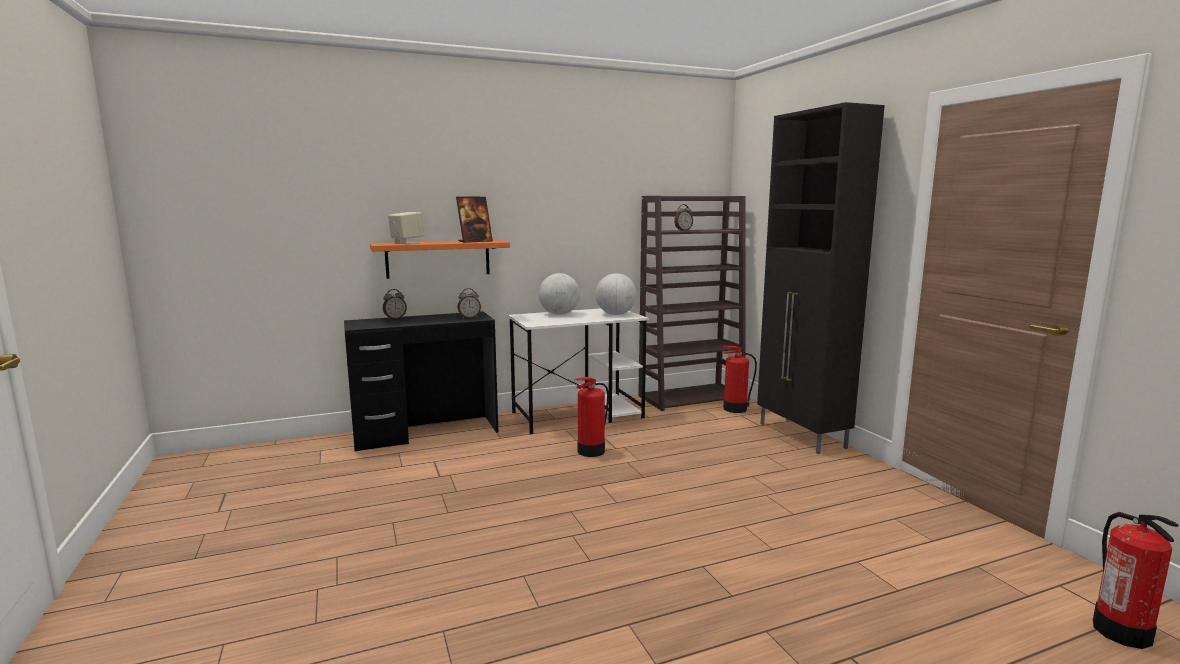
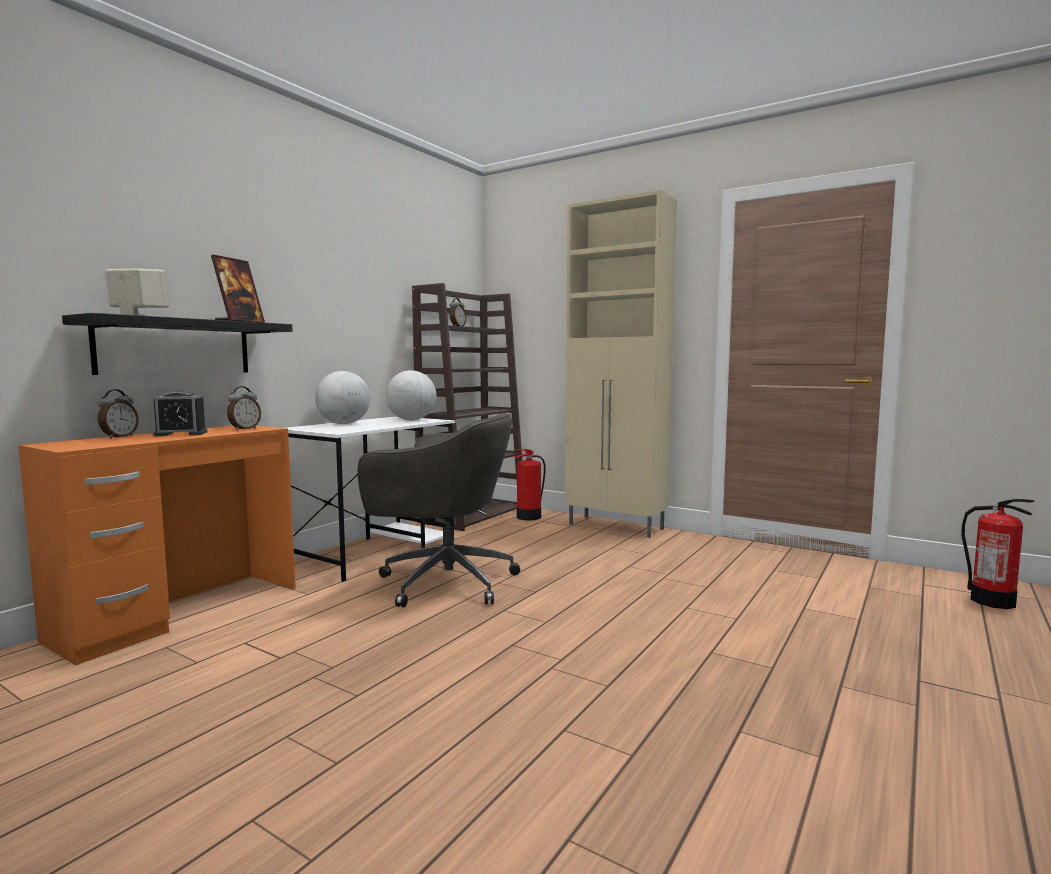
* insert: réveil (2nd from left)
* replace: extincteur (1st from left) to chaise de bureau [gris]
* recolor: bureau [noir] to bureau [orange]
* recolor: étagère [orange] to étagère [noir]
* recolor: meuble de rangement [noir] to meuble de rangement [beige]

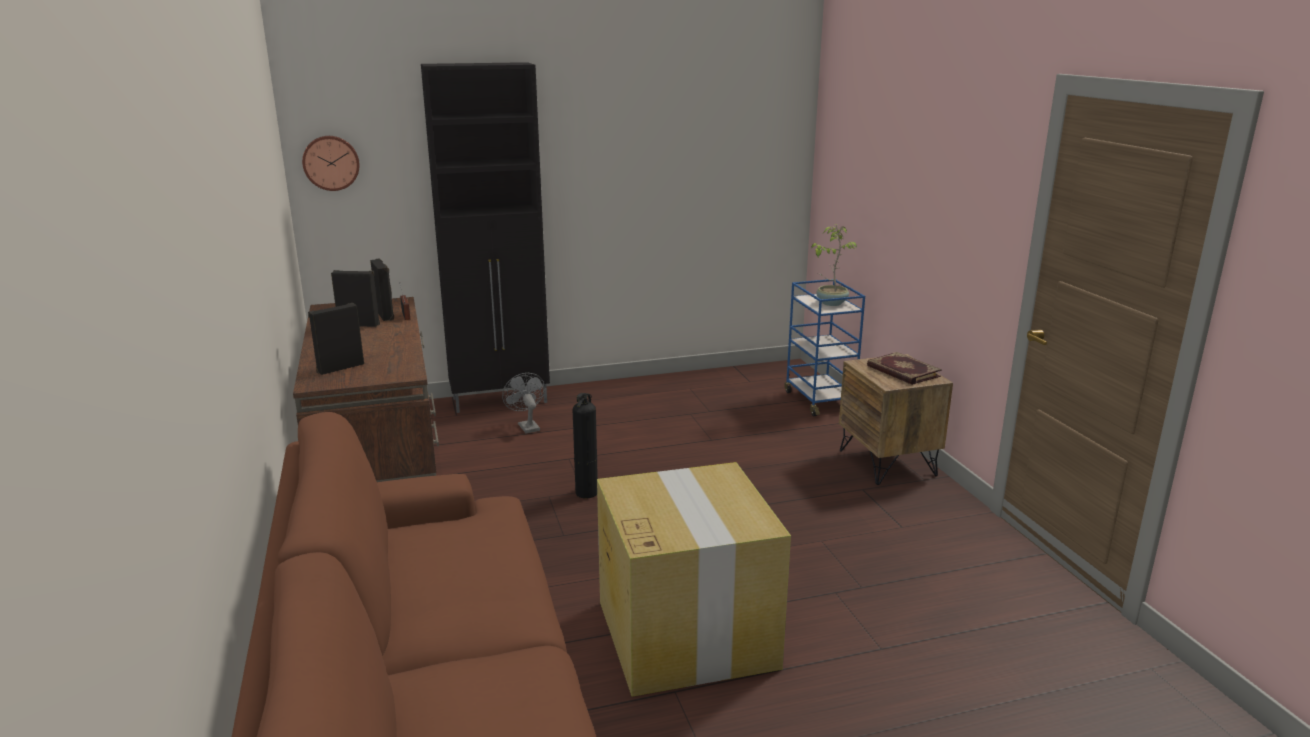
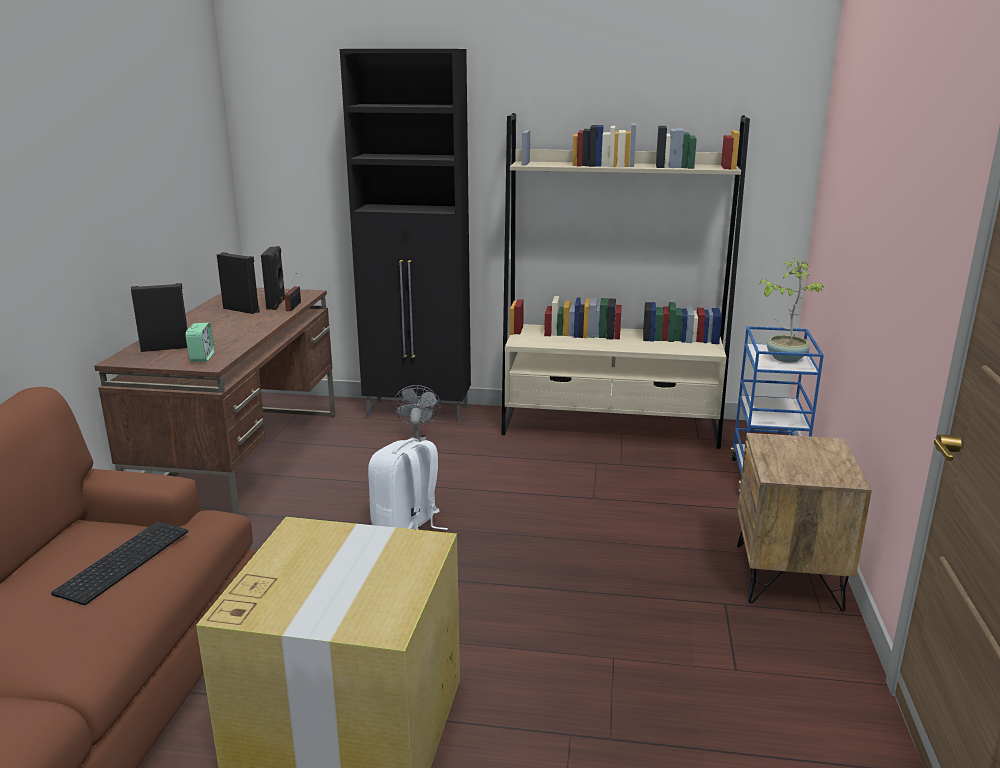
* delete: horloge murale
* delete: livre
* insert: clavier
* insert: réveil
* insert: bibliothèque [beige]
* replace: extincteur to sac à dos [blanc]

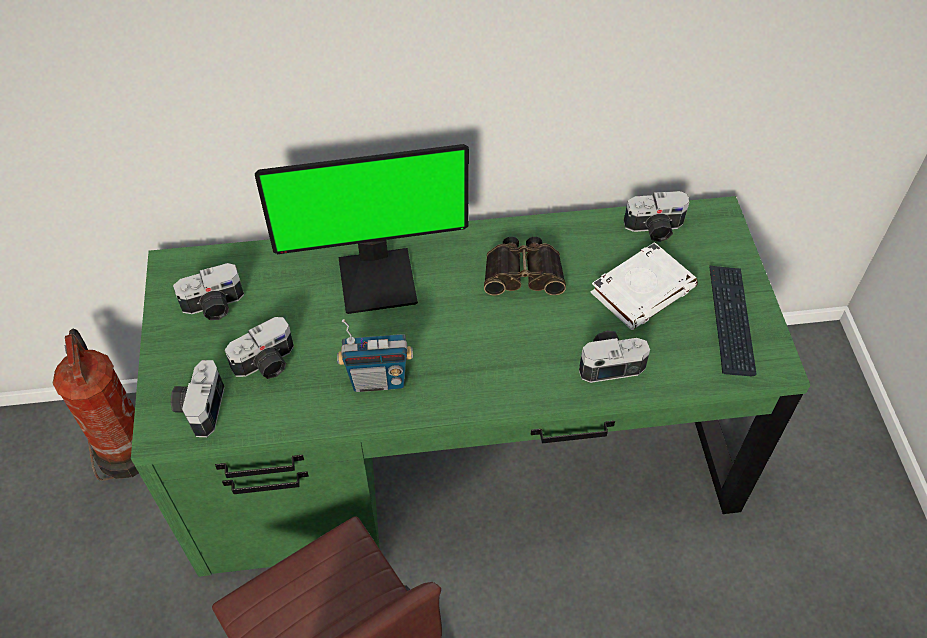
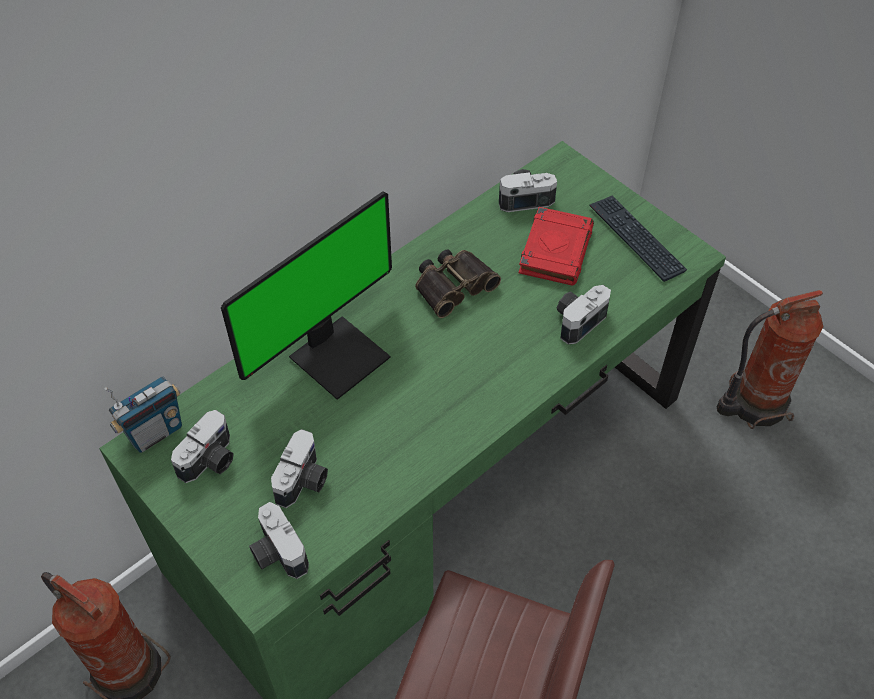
* insert: extincteur (2nd from left)
* move: radio
* recolor: livre [blanc] to livre [rouge]
* rotate: appareil photo (5th from left in the first image) 150 degrees counterclockwise

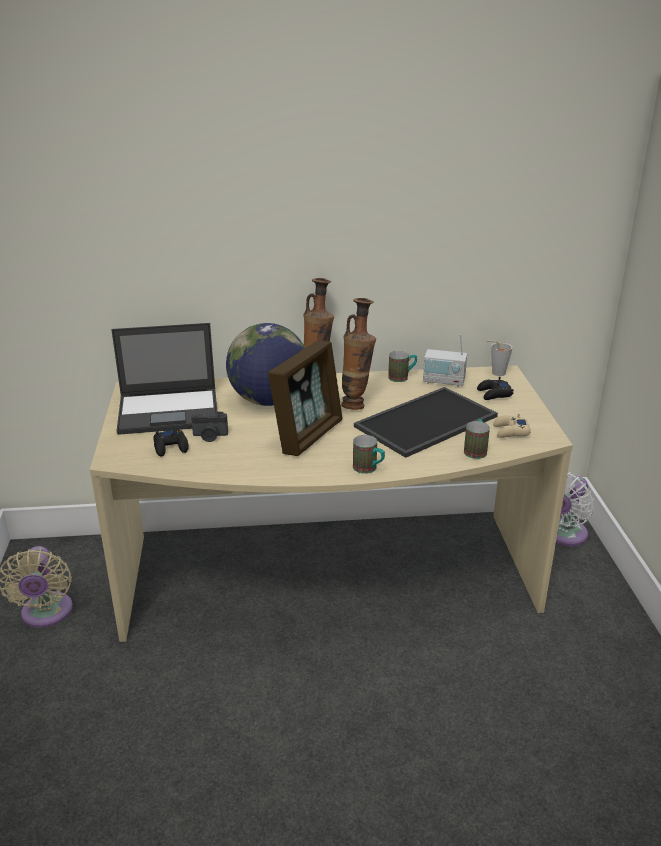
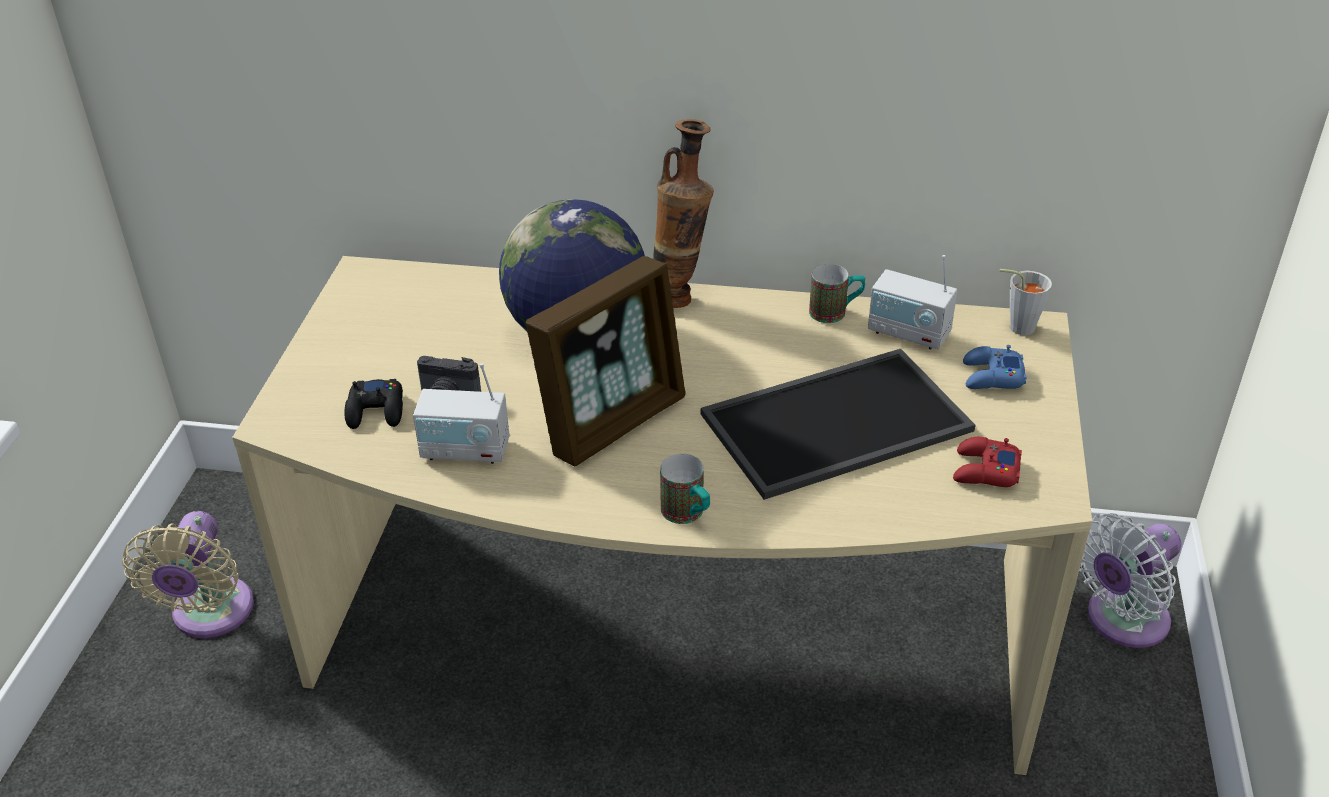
* delete: ordinateur portable
* delete: vase (2nd from left)
* delete: mug (3rd from left)
* insert: radio (1st from left)
* recolor: manette [noir] (2nd from left) to manette [bleu]
* recolor: manette [beige] to manette [rouge]

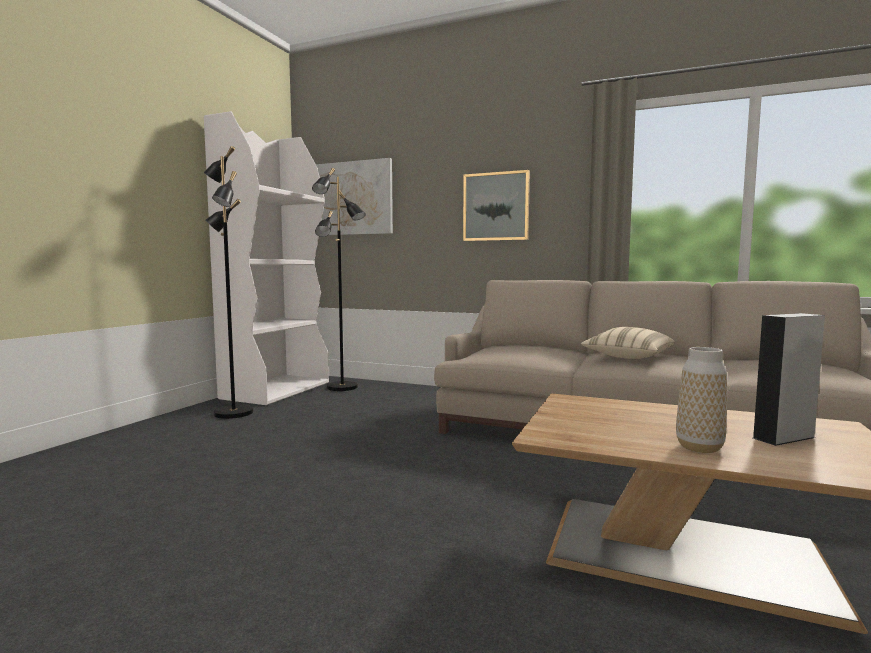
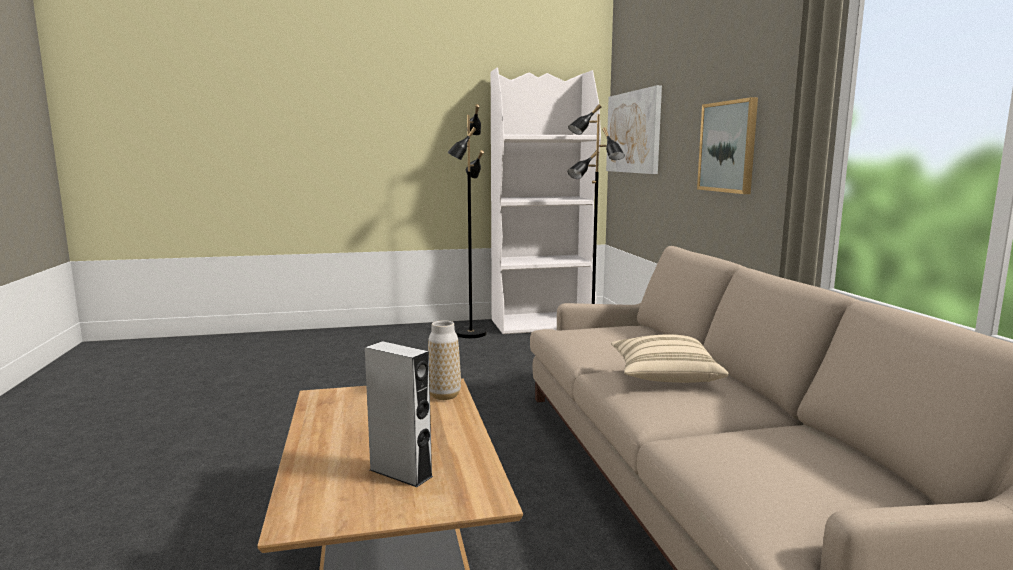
* move: vase

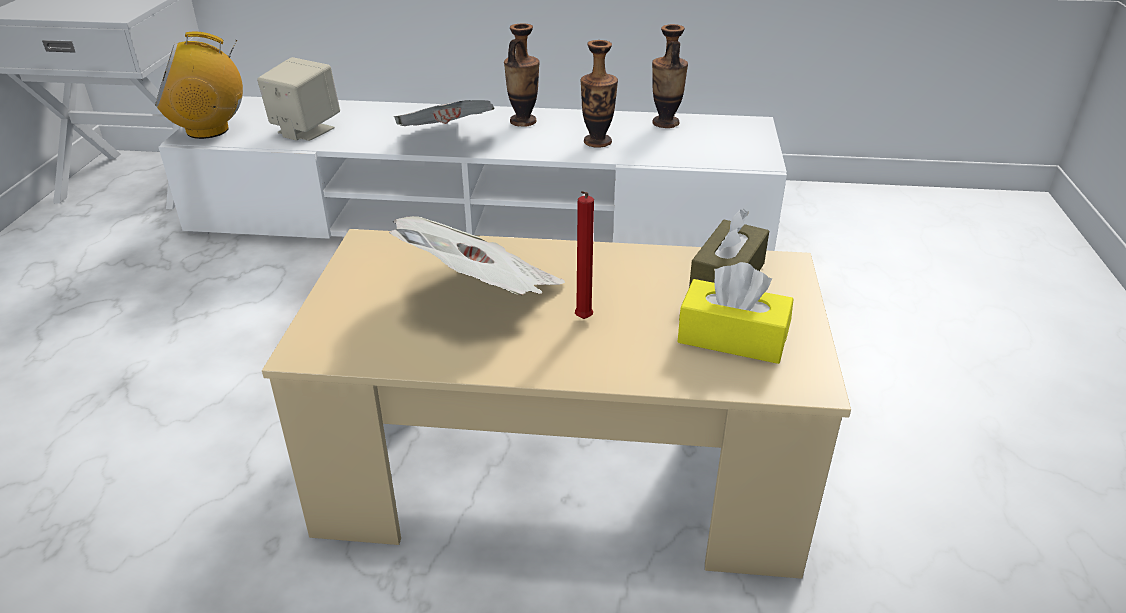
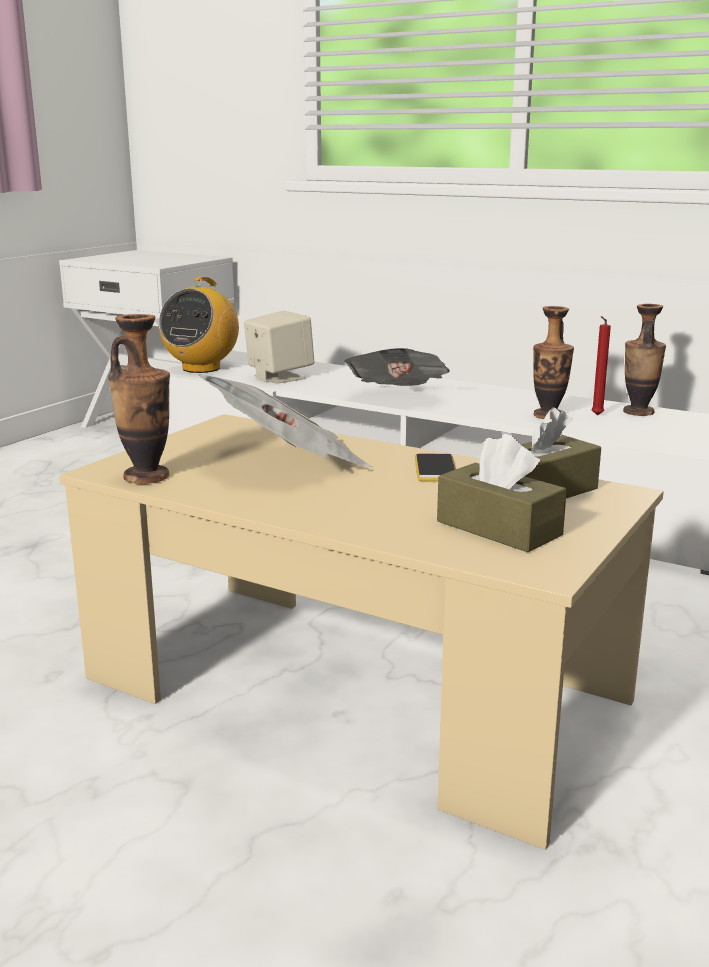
* insert: téléphone
* move: vase (1st from left)
* move: bougie [rouge]
* recolor: boîte à mouchoirs [jaune] to boîte à mouchoirs [marron] (1st from left)
* rotate: radio 75 degrees counterclockwise

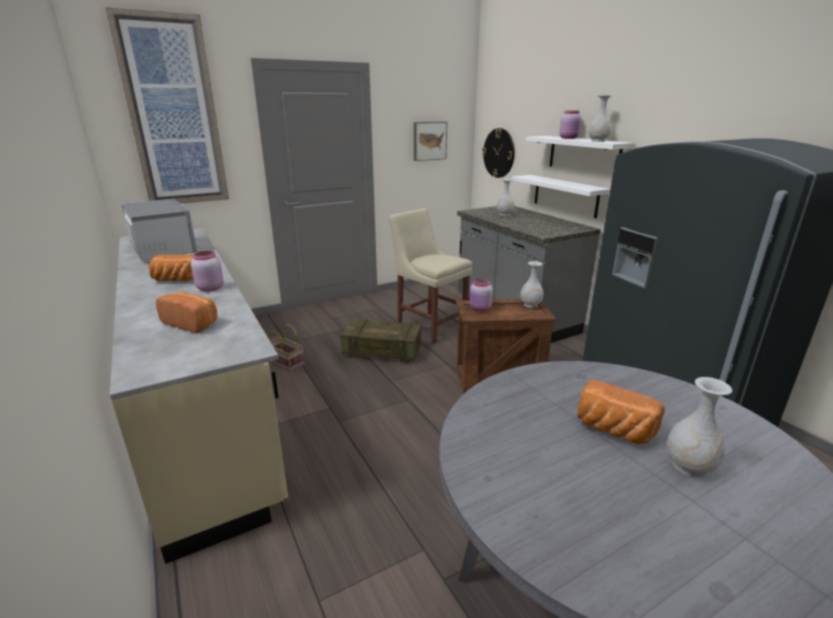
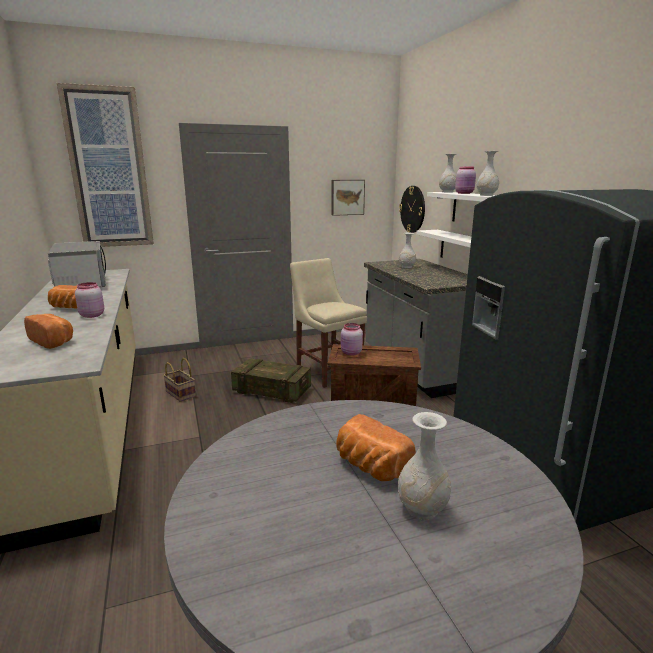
* move: vase [blanc] (2nd from left in the first image) to vase [blanc] (3rd from left)

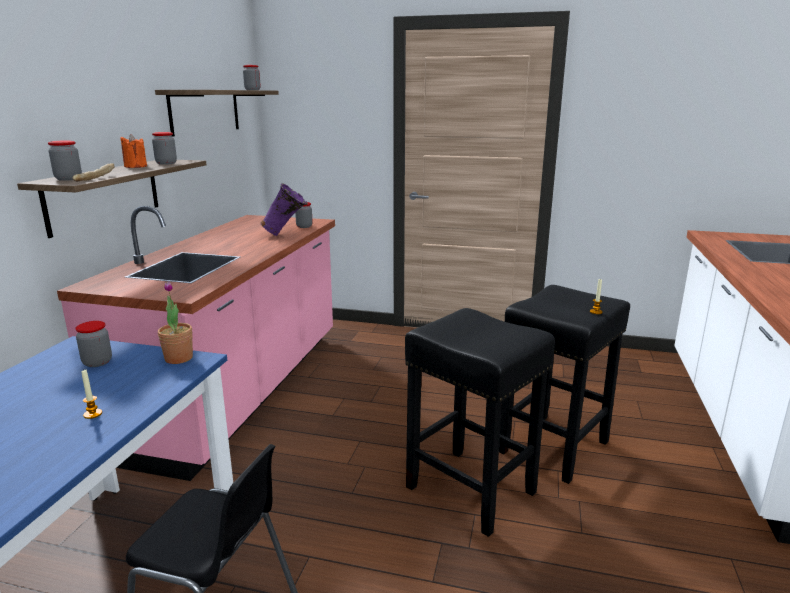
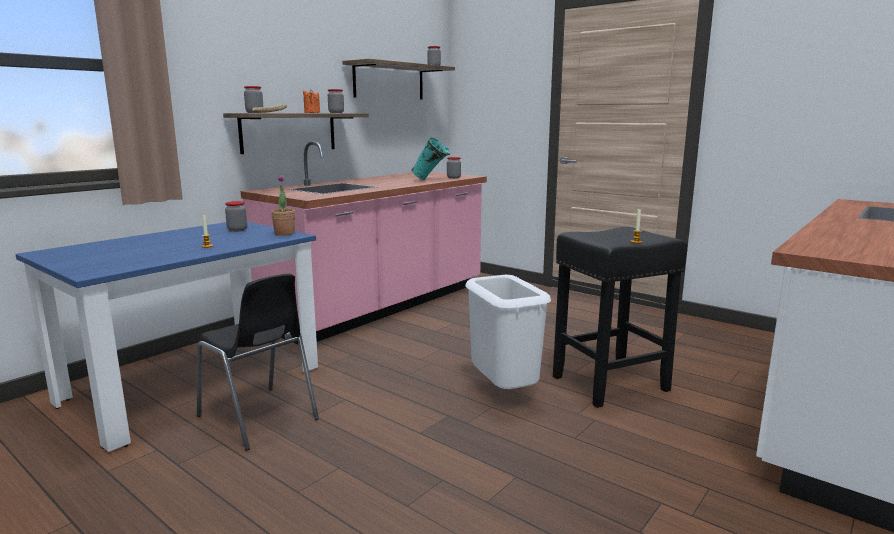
* replace: tabouret [noir] (1st from left) to poubelle [blanc]
* recolor: vase [violet] to vase [turquoise]

